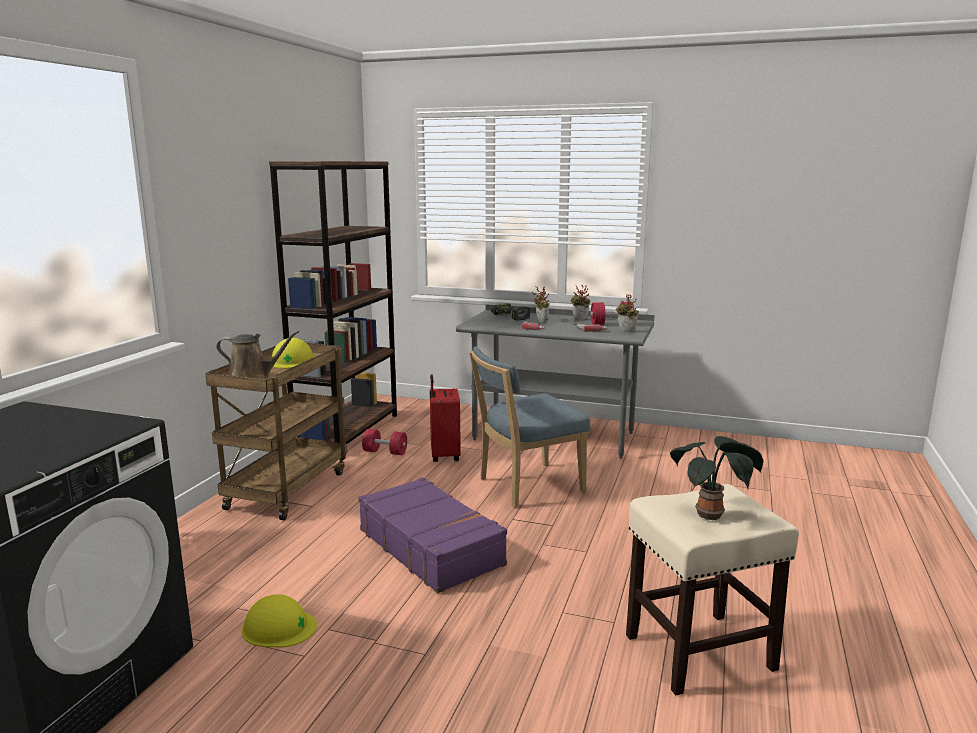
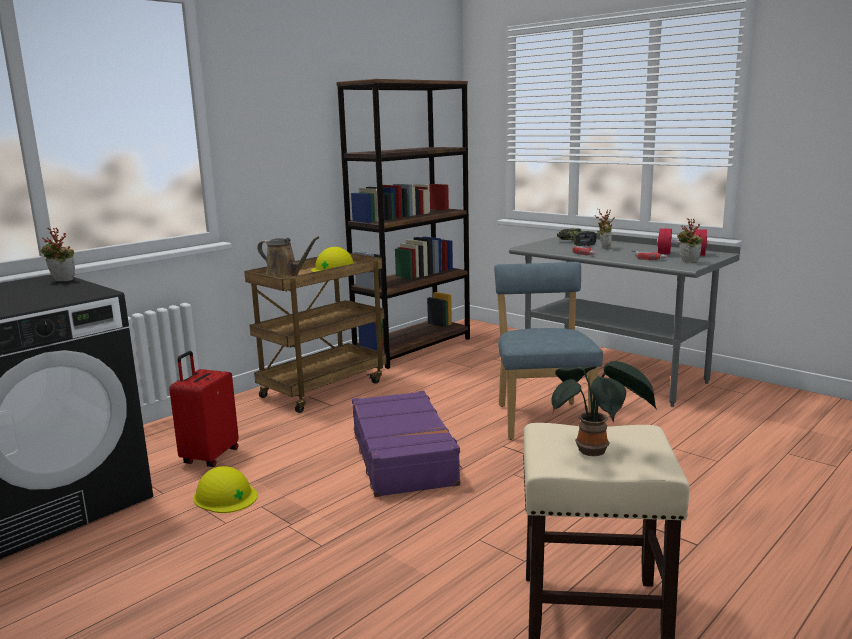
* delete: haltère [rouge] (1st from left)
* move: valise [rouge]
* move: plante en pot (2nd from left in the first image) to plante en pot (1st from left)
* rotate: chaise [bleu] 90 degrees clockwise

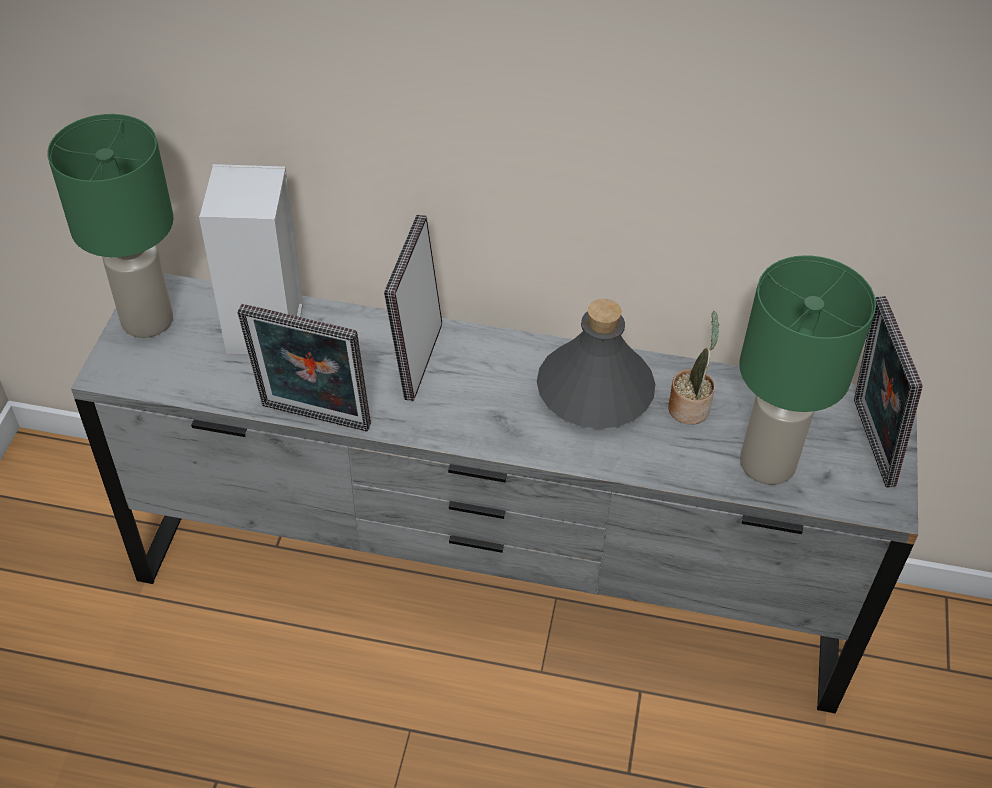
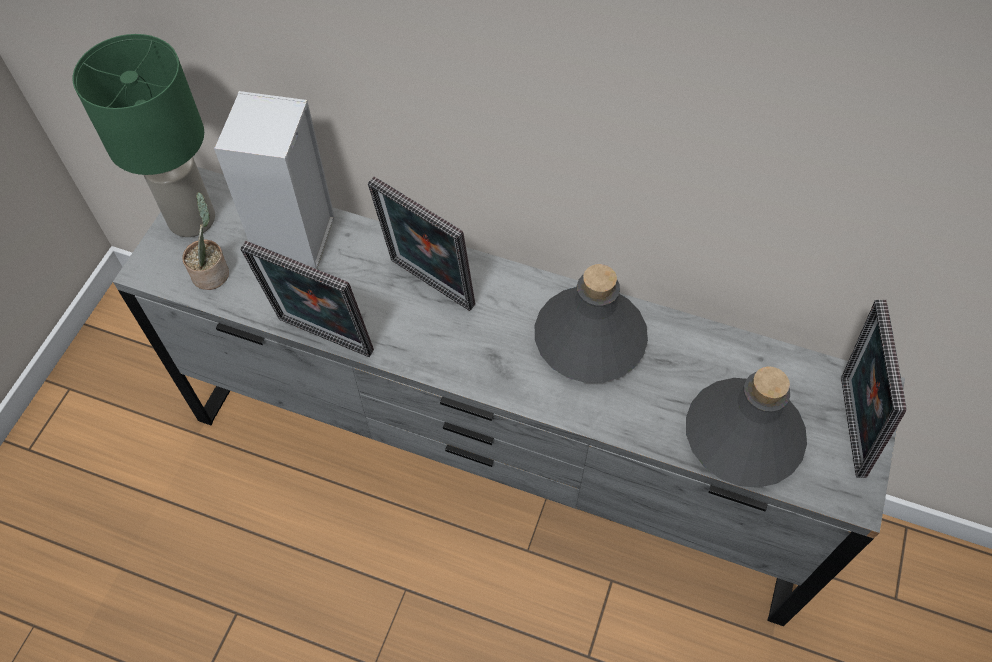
* move: plante en pot
* replace: lampe de table [vert] (2nd from left) to bouteille [gris] (2nd from left)
* rotate: cadre photo (2nd from left) 75 degrees counterclockwise

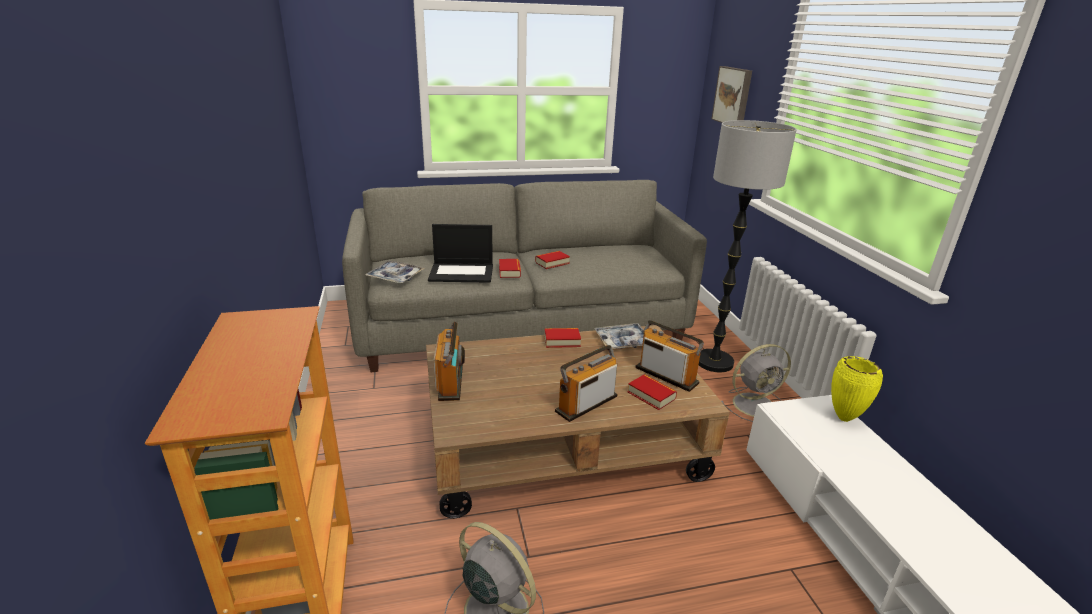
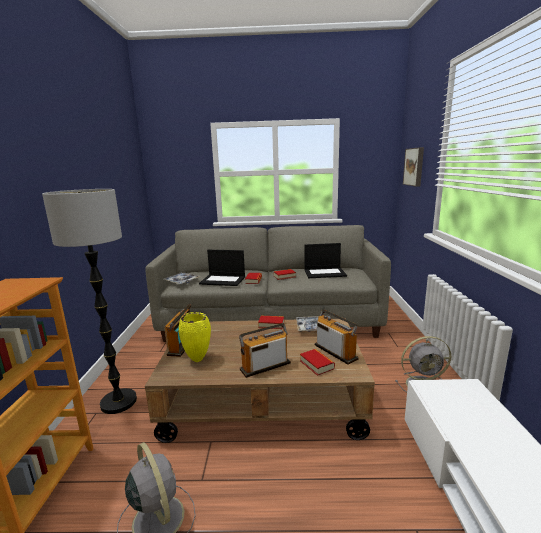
* insert: ordinateur portable (2nd from left)
* move: lampadaire
* move: vase [jaune]

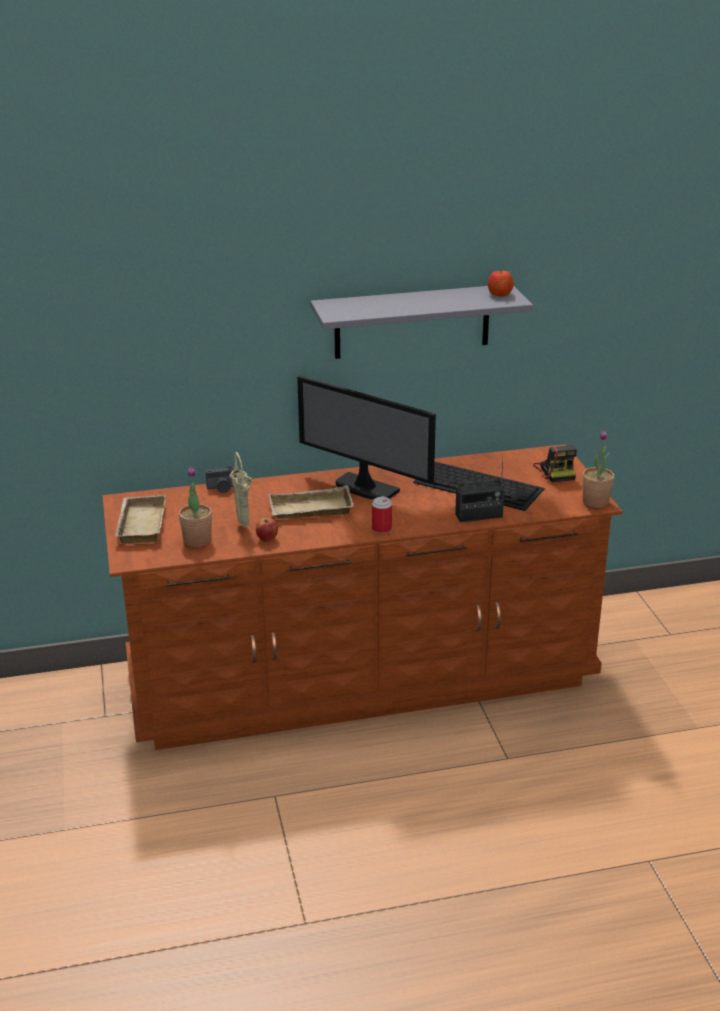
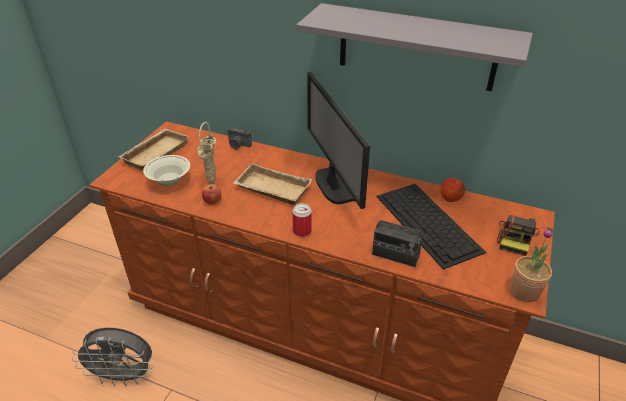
* insert: ventilateur [gris]
* move: pomme (2nd from left)
* replace: plante en pot (1st from left) to bol [blanc]

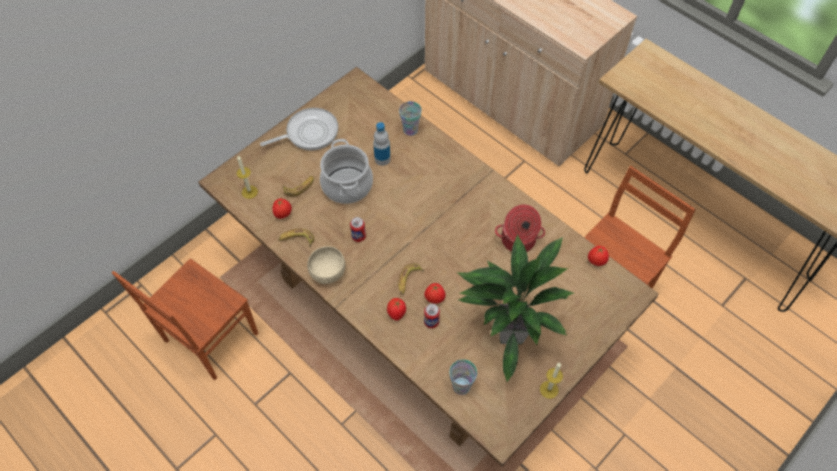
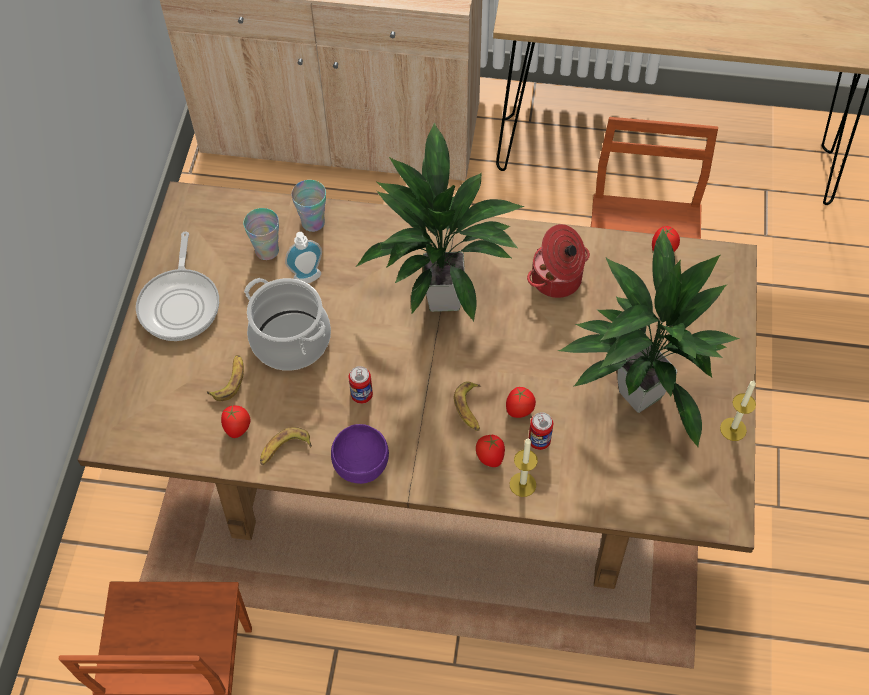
* insert: plante en pot (1st from left)
* move: bougie (1st from left)
* move: tasse (2nd from left in the first image) to tasse (1st from left)
* replace: bouteille to distributeur de savon
* recolor: bol [beige] to bol [violet]
* rotate: poêle 150 degrees clockwise

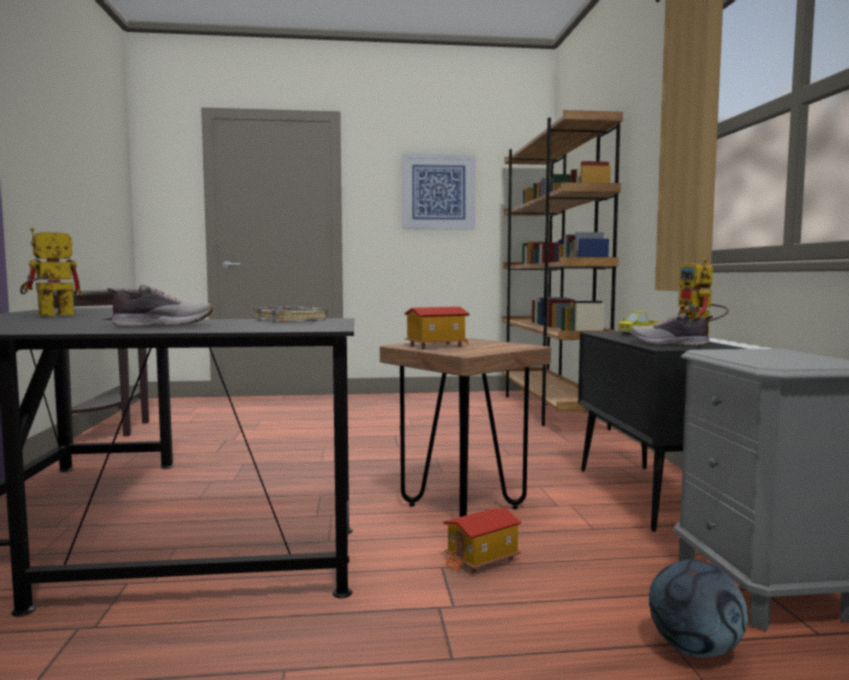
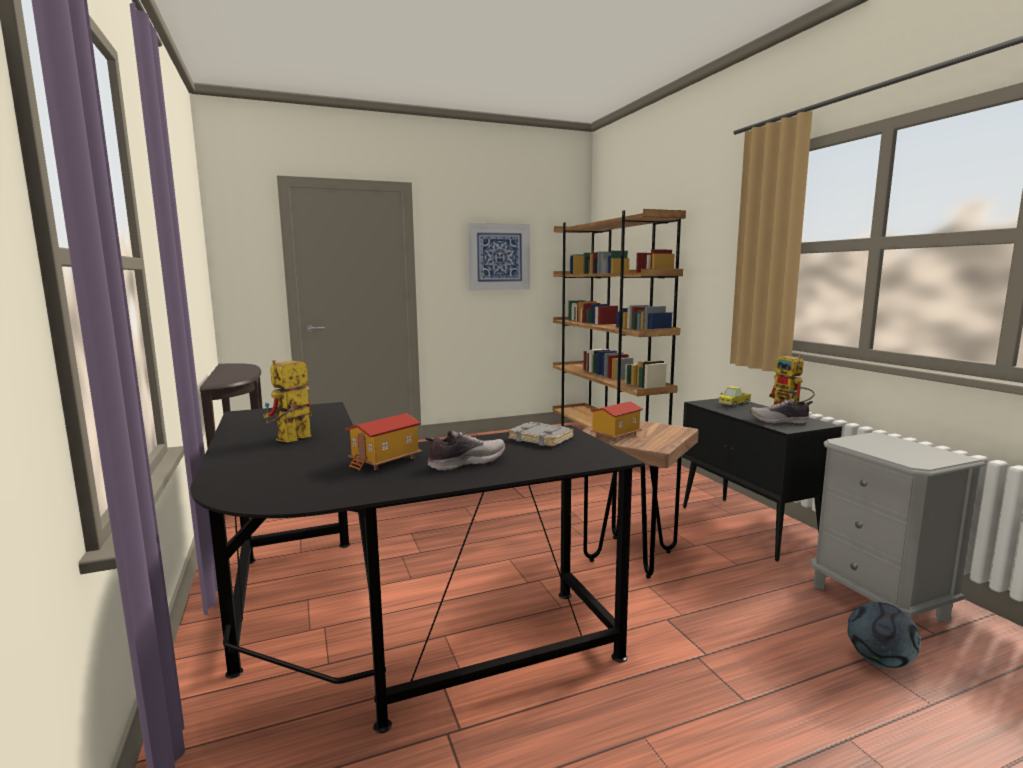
* move: maison miniature (2nd from left in the first image) to maison miniature (1st from left)

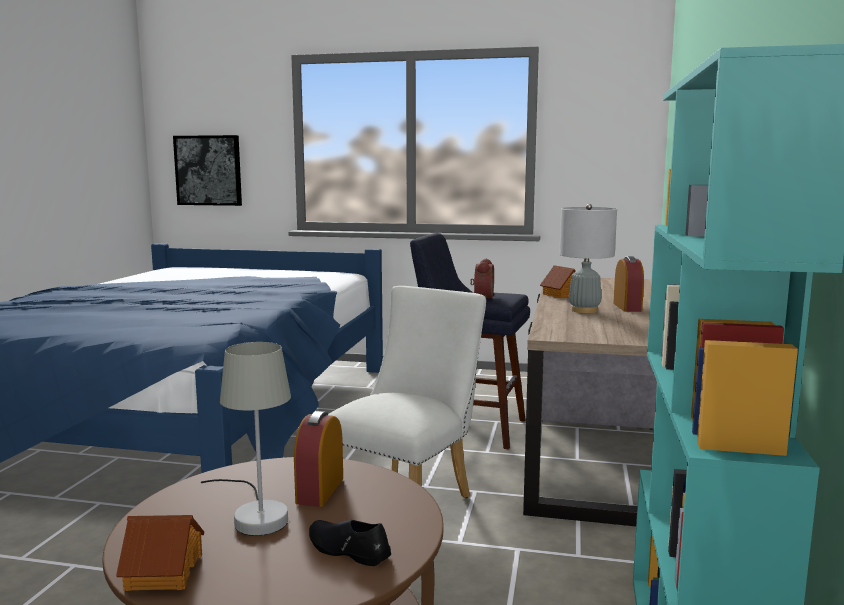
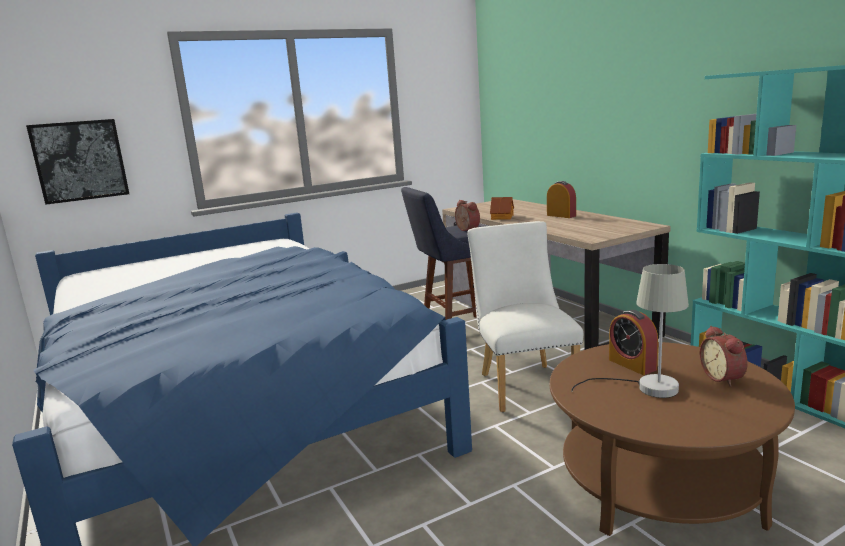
* delete: maison miniature (1st from left)
* delete: lampe de table [gris] (2nd from left)
* replace: chaussure [noir] to réveil (4th from left)

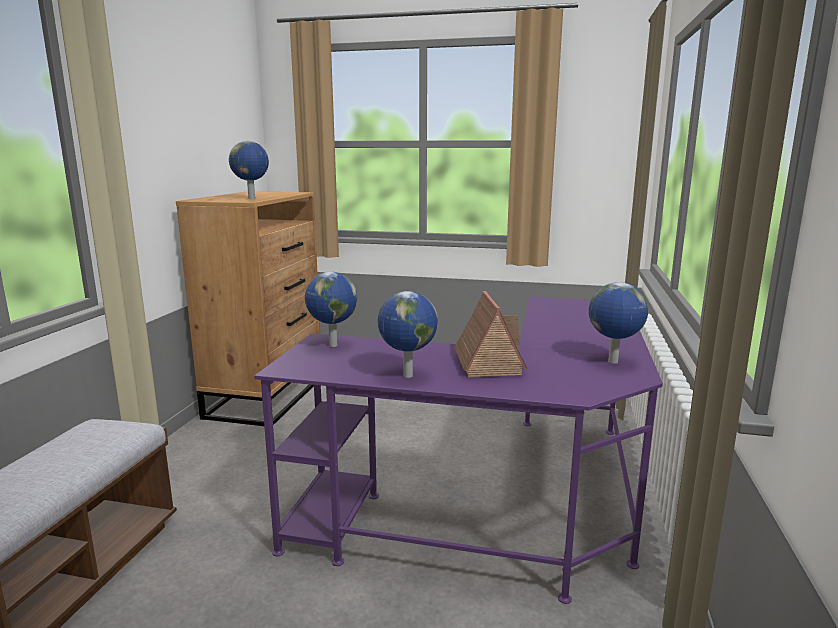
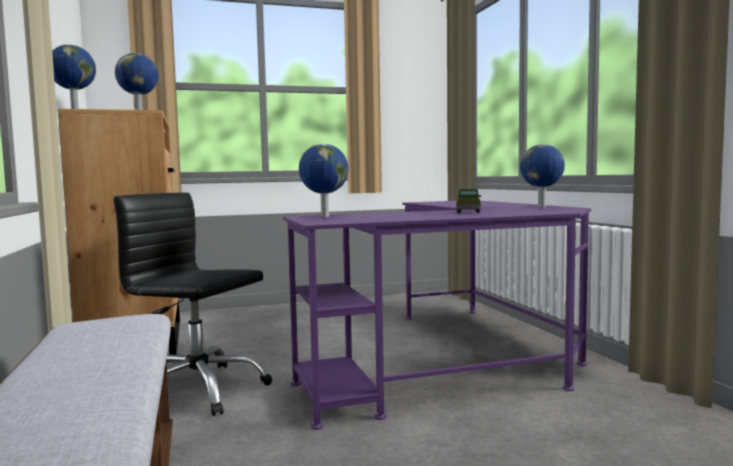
* insert: chaise de bureau [noir]
* move: globe (3rd from left in the first image) to globe (1st from left)
* replace: maison miniature to camion jouet

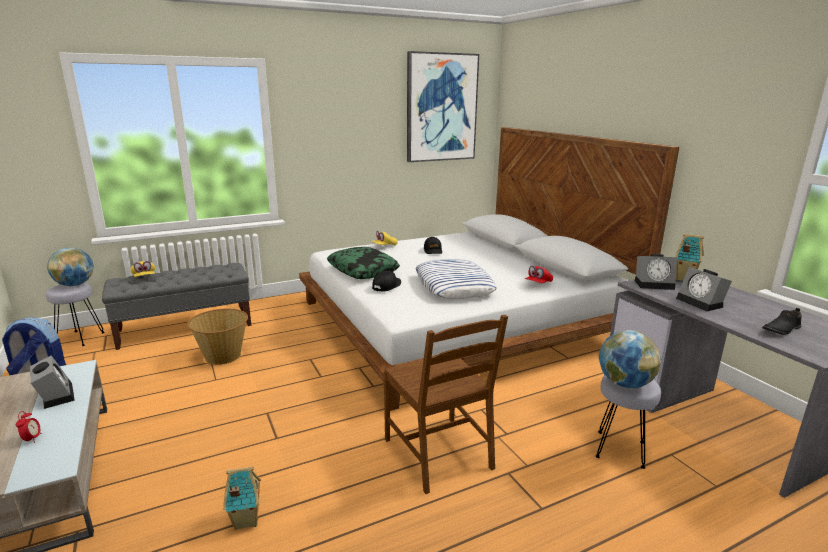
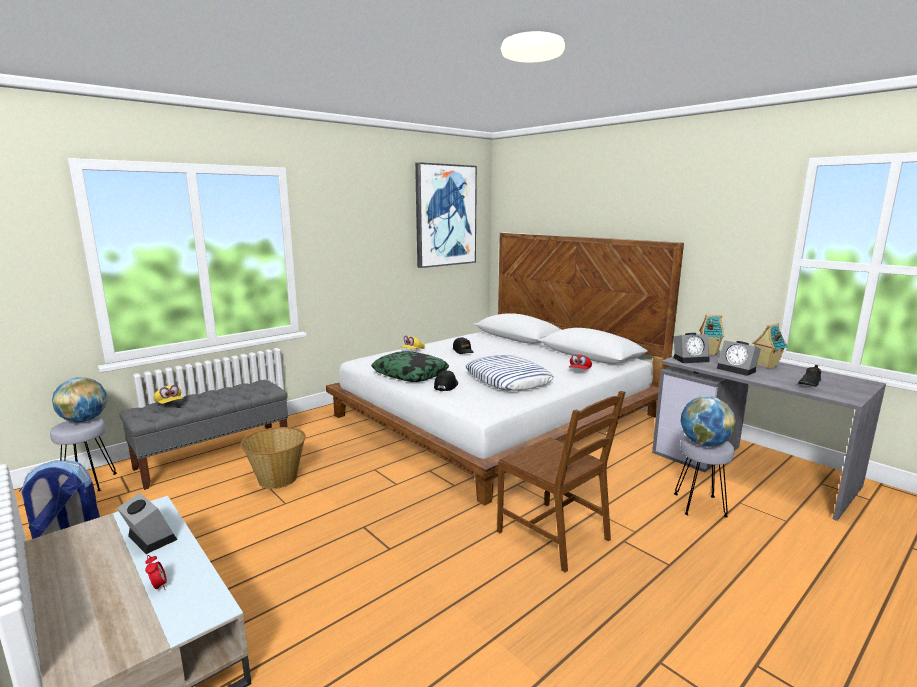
* move: maison miniature (1st from left in the first image) to maison miniature (2nd from left)

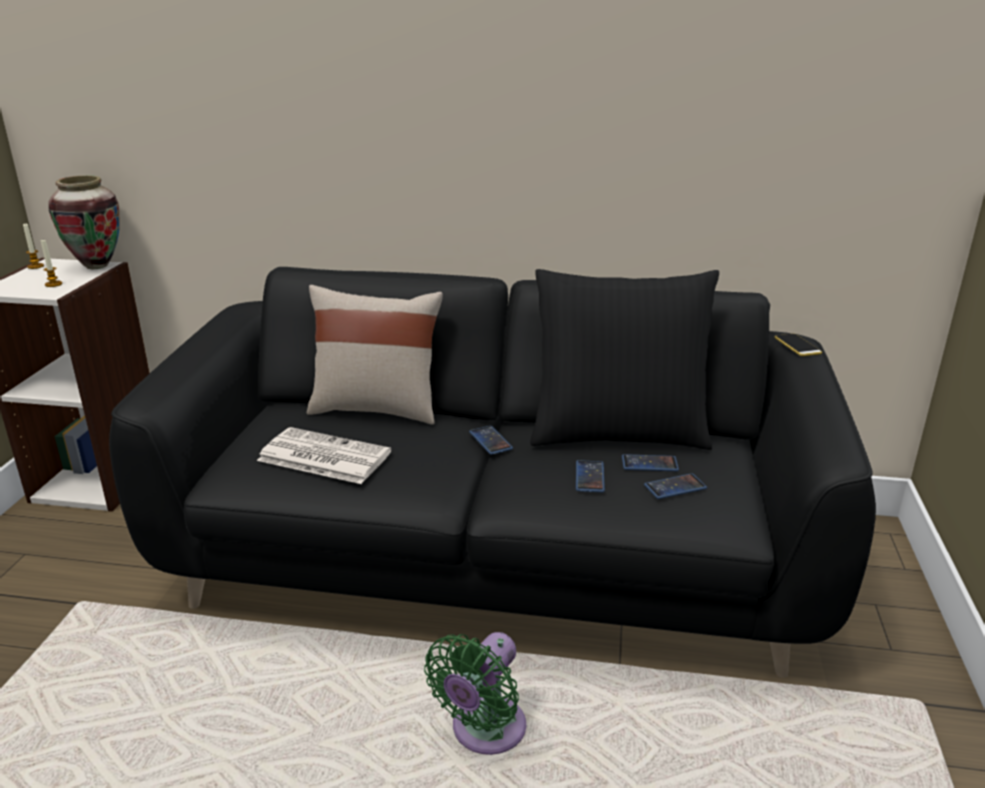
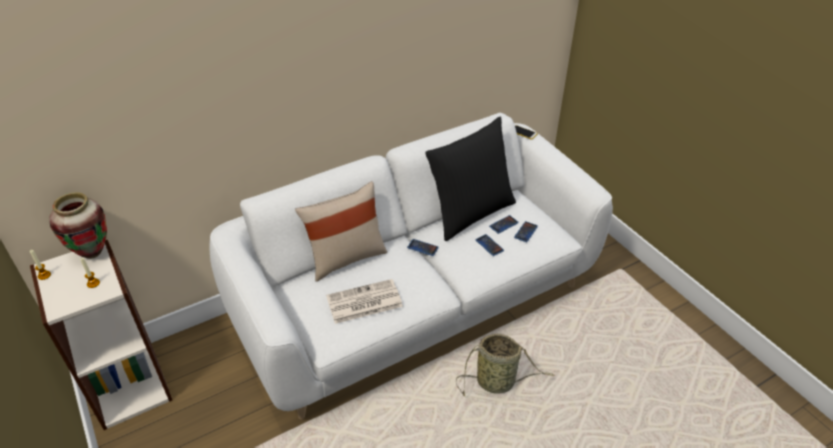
* replace: ventilateur [vert] to panier
* recolor: canapé [noir] to canapé [blanc]

